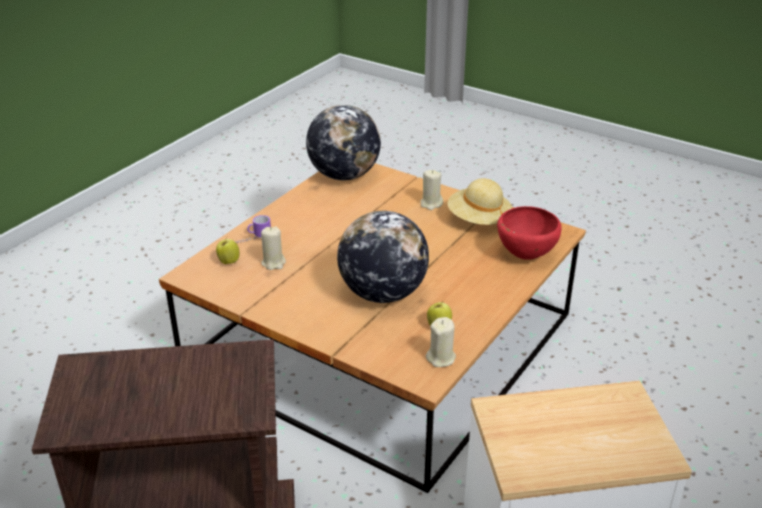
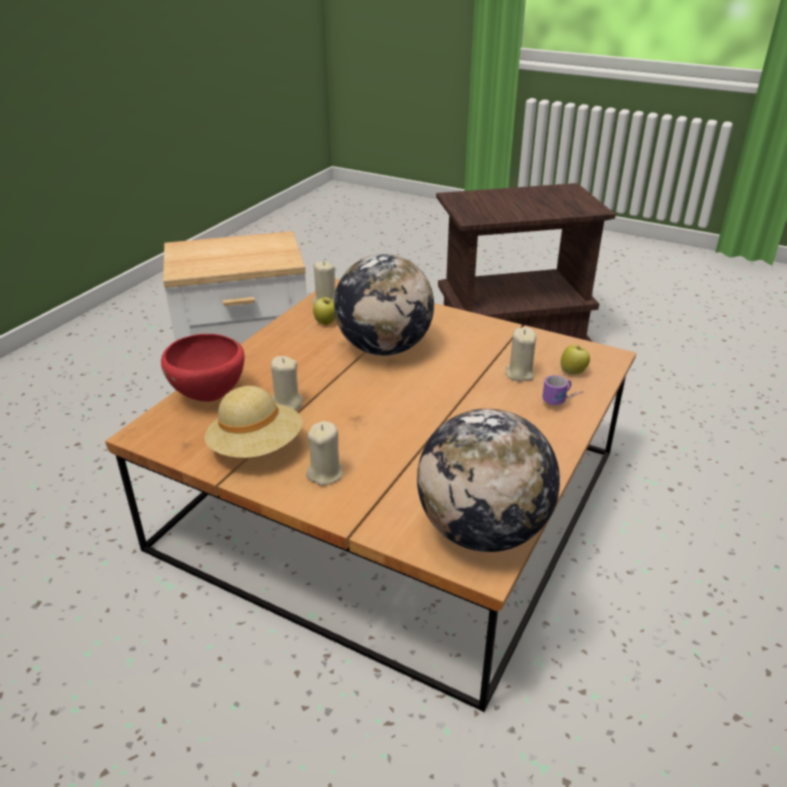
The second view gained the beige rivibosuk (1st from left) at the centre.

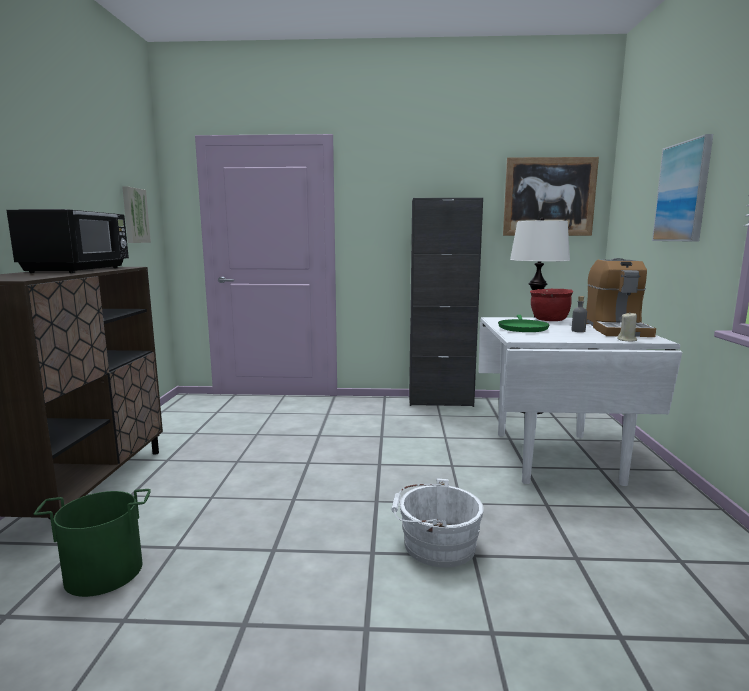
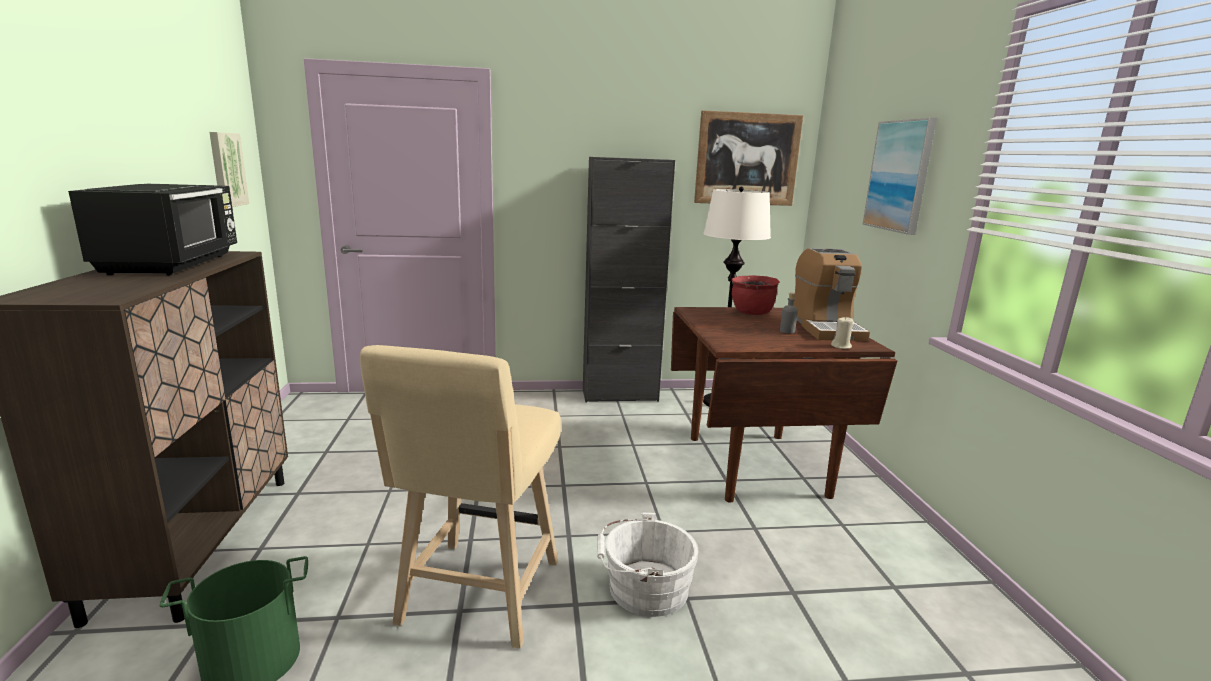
What was the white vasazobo at the middle right turned into the brown vasazobo at the centre. The second view lost the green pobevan at the middle right. The second view gained the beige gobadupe at the bottom centre.

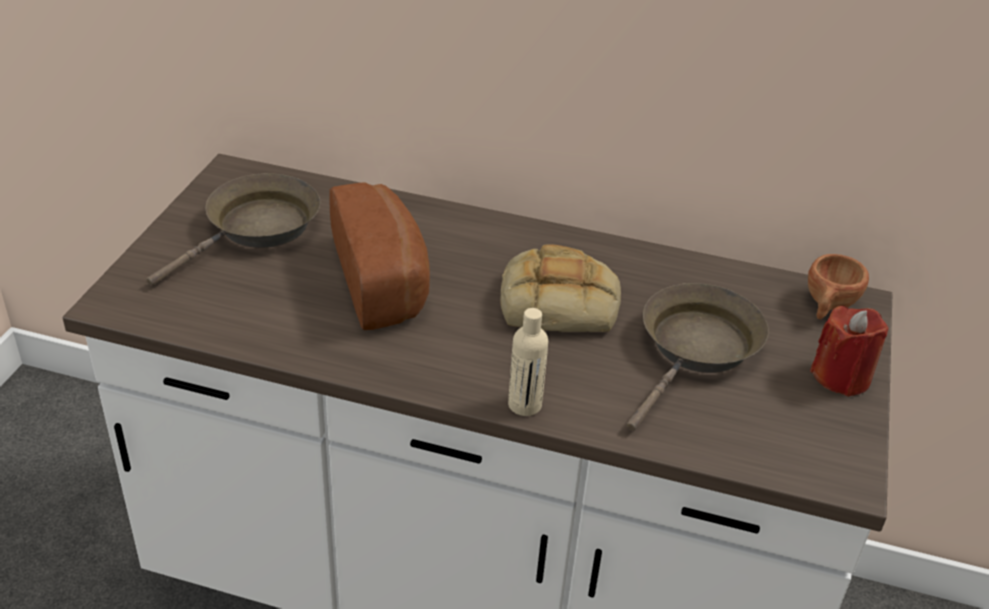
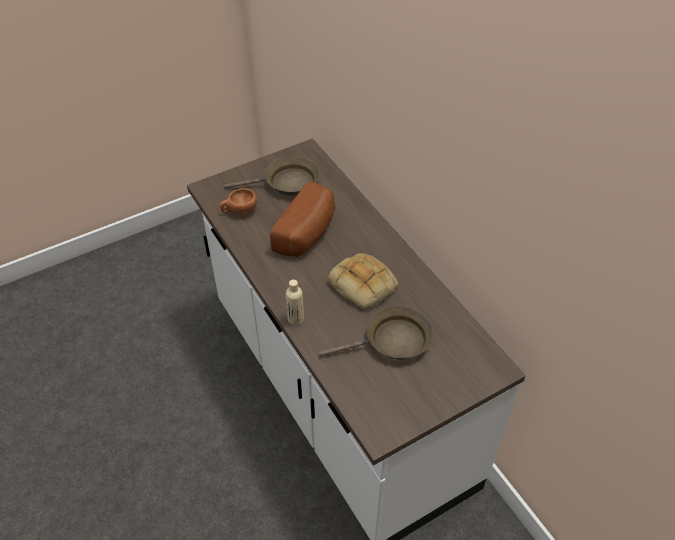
The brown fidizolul ended up elsewhere, having gone from the middle right to the centre. The second view lost the red rivibosuk at the middle right.

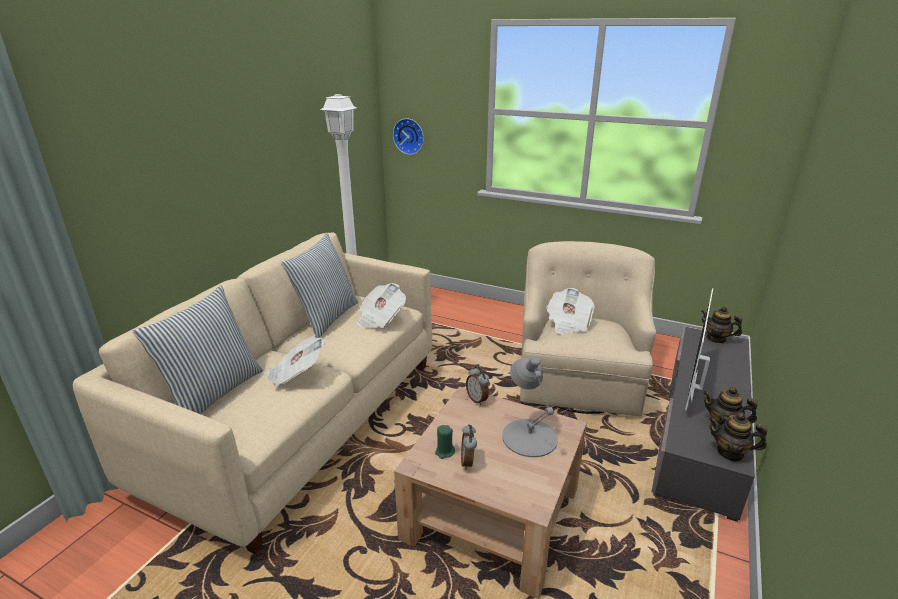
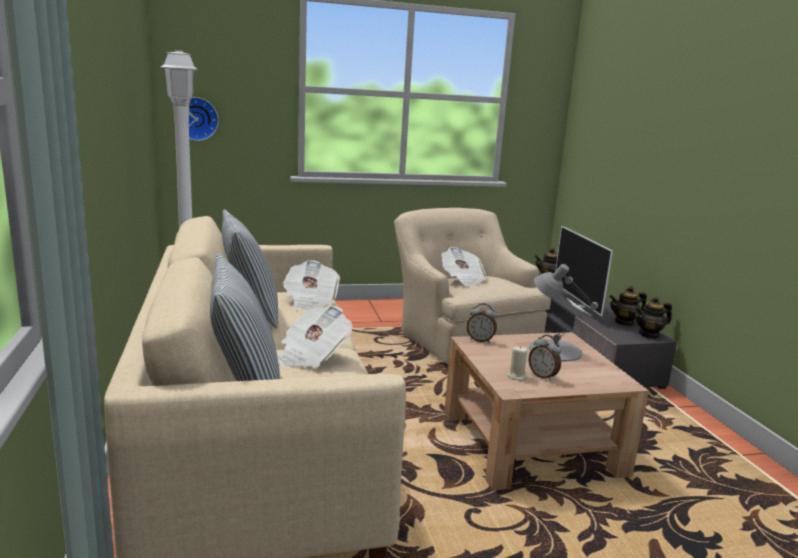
What was the green rivibosuk at the bottom centre turned into the beige rivibosuk at the centre.

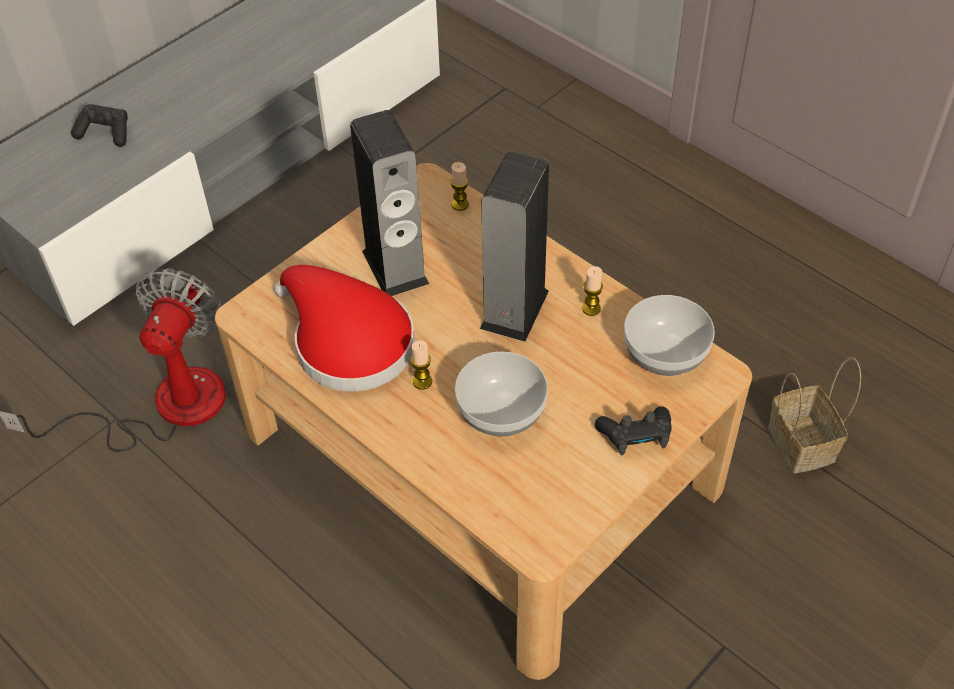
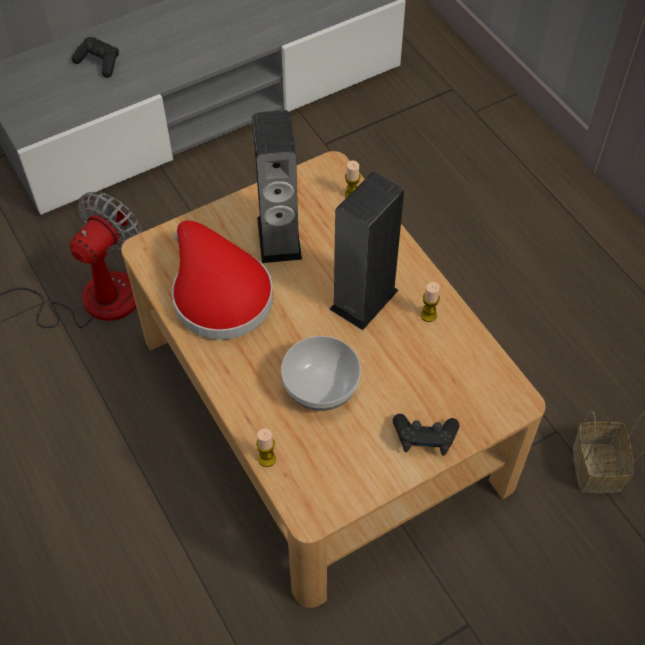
The rivibosuk (1st from left) ended up elsewhere, having gone from the centre to the bottom centre. The second view lost the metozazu (2nd from left) at the middle right.

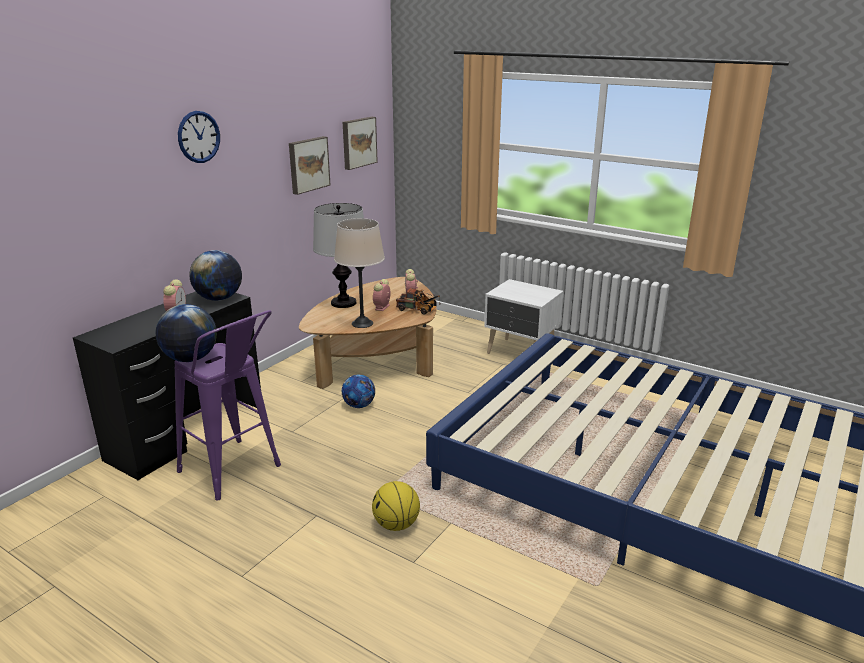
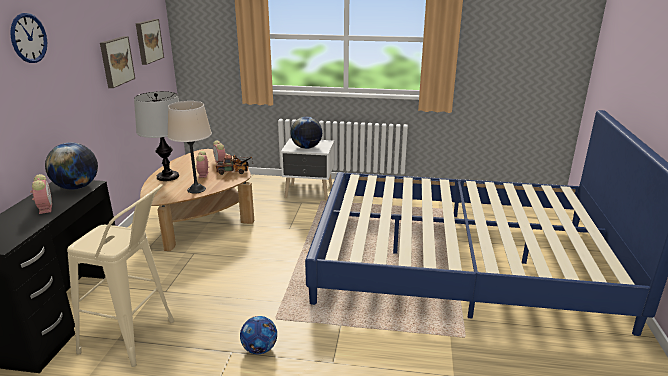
The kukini (1st from left in the first image) ended up elsewhere, having gone from the middle left to the centre. What was the purple gobadupe at the middle left turned into the beige gobadupe at the bottom left. The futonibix ended up elsewhere, having gone from the centre to the bottom centre. The second view lost the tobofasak at the bottom centre.

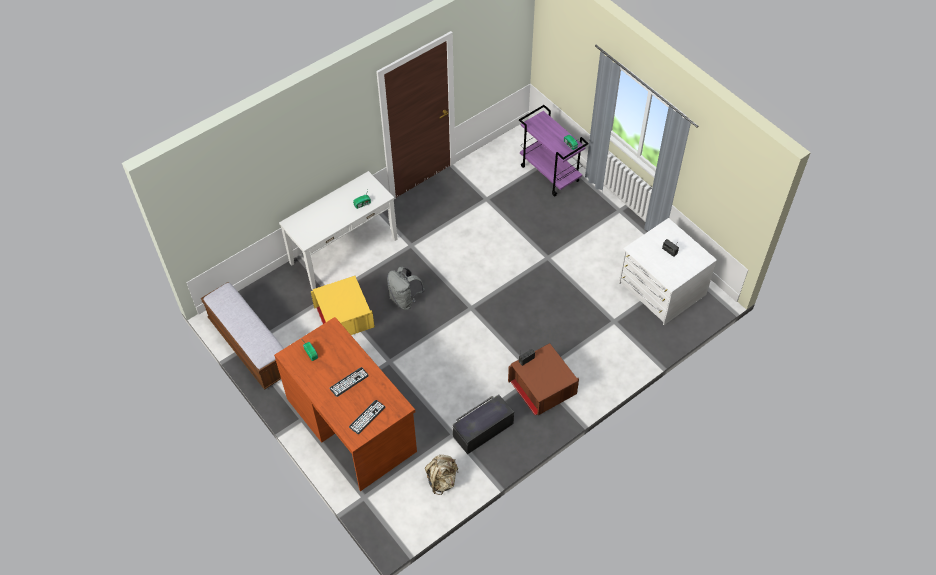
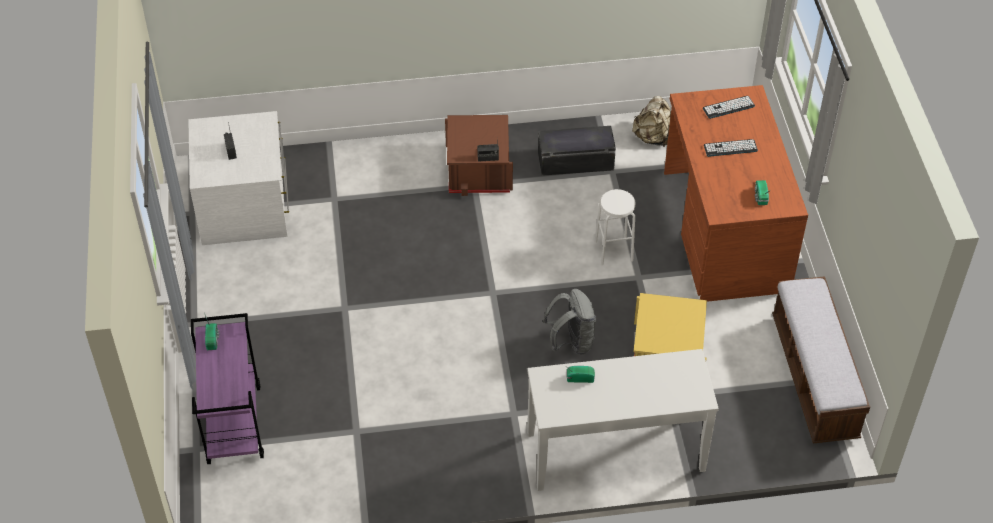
The second view gained the white gobadupe at the centre.

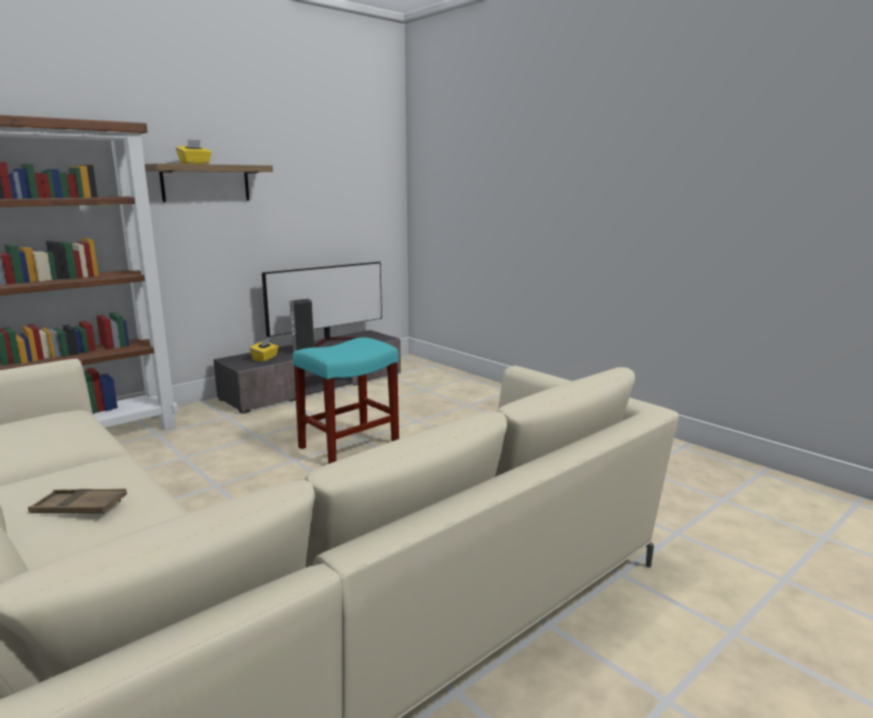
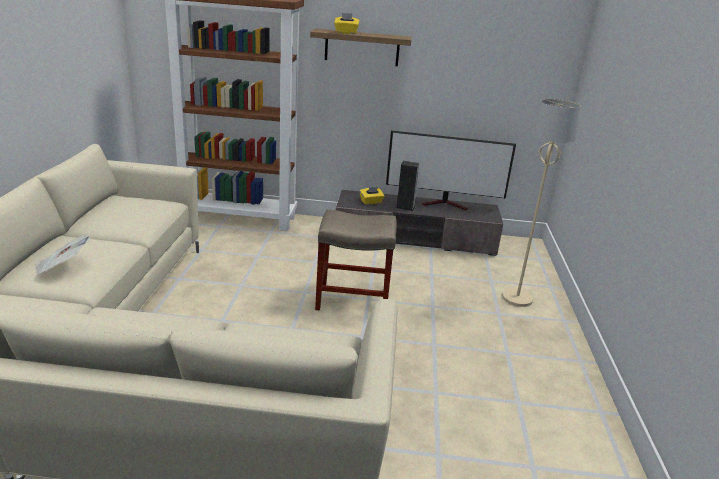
Where the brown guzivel stood at the bottom left, the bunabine came to stand at the middle left. What was the turquoise gobadupe at the centre turned into the beige gobadupe at the centre. The second view gained the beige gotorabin at the middle right.

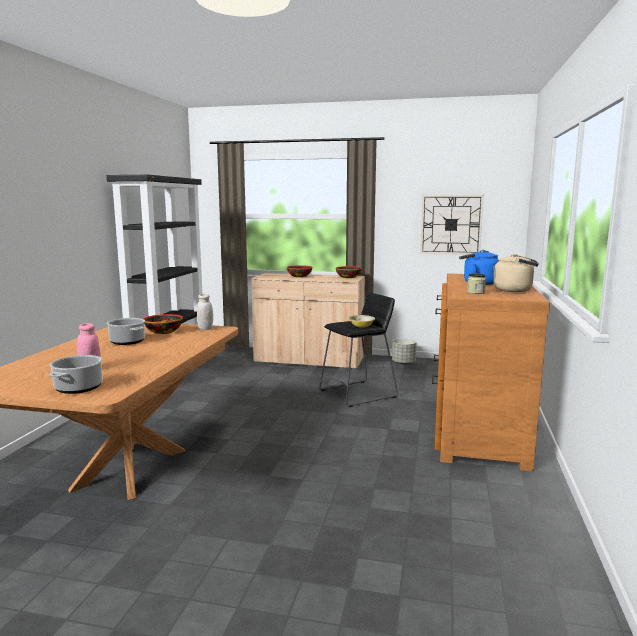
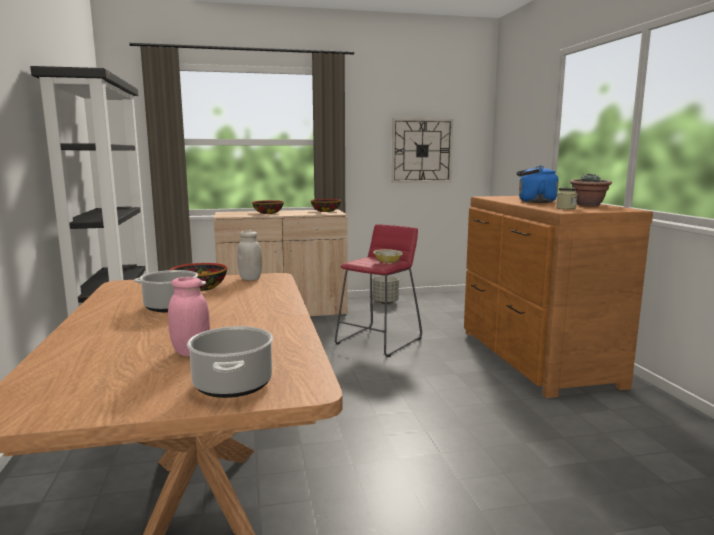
What was the black gobadupe at the centre turned into the red gobadupe at the centre. Where the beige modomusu stood at the middle right, the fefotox came to stand at the middle right.

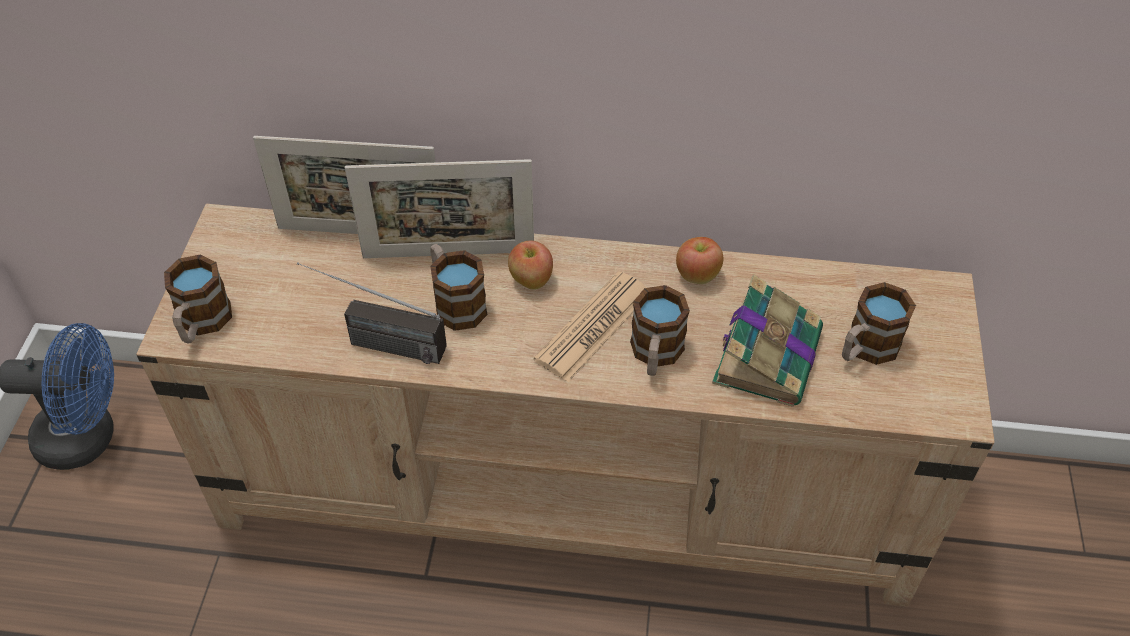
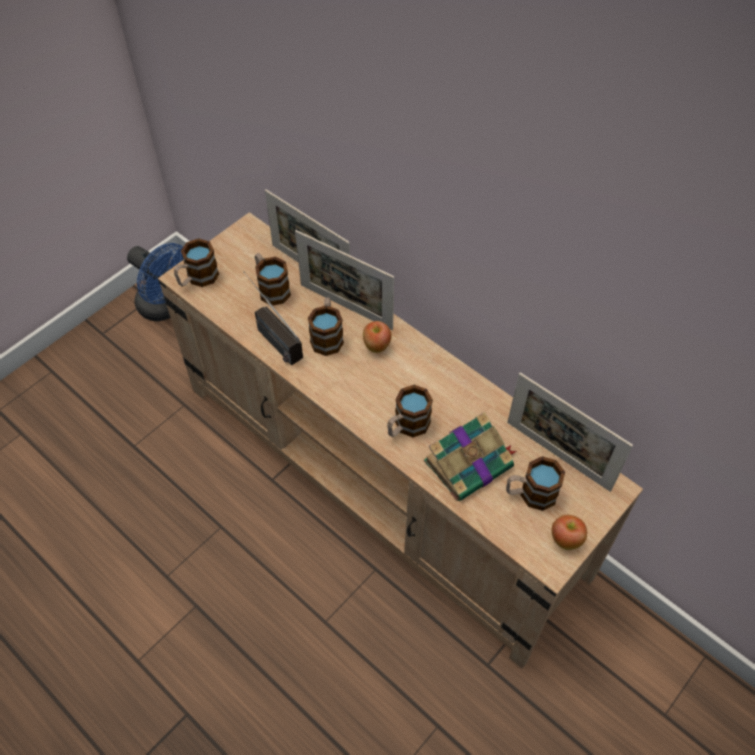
The second view lost the bunabine at the centre. The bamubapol (2nd from left) ended up elsewhere, having gone from the centre to the bottom right. The second view gained the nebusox (2nd from left) at the centre. The second view gained the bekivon (3rd from left) at the middle right.

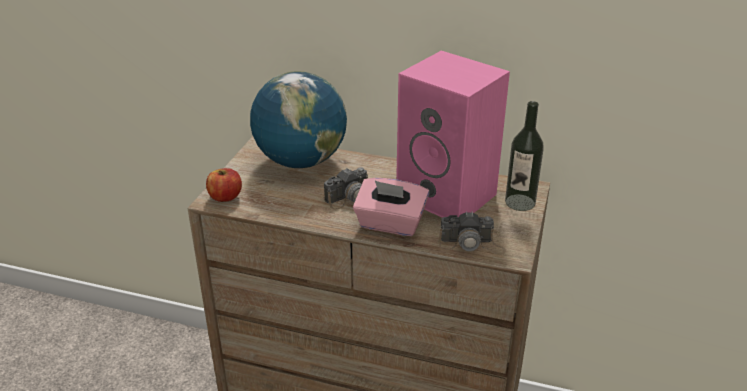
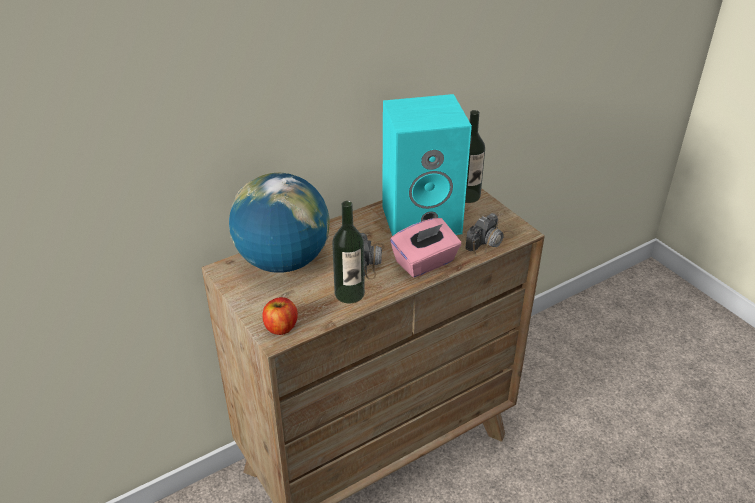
What was the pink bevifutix at the centre turned into the turquoise bevifutix at the top centre. The second view gained the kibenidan (1st from left) at the centre.

